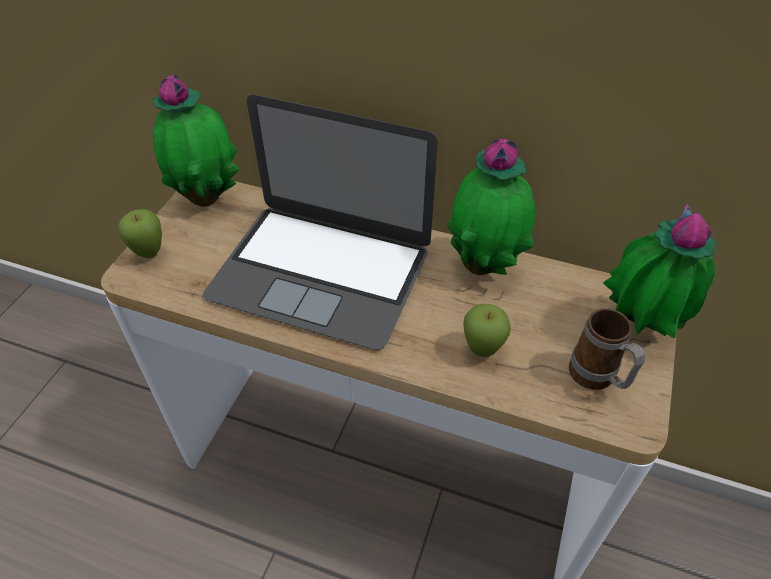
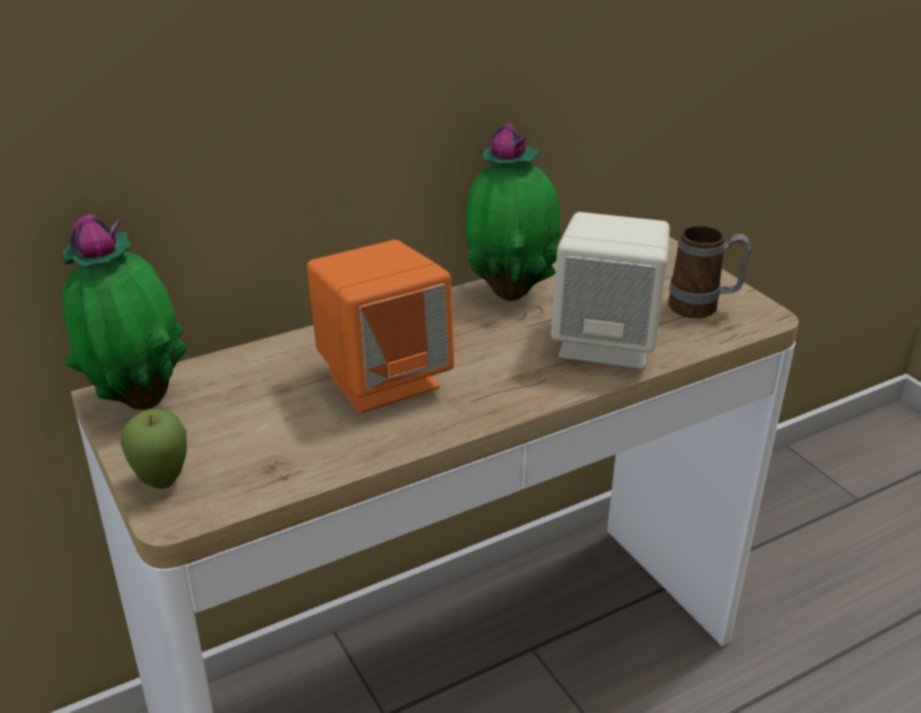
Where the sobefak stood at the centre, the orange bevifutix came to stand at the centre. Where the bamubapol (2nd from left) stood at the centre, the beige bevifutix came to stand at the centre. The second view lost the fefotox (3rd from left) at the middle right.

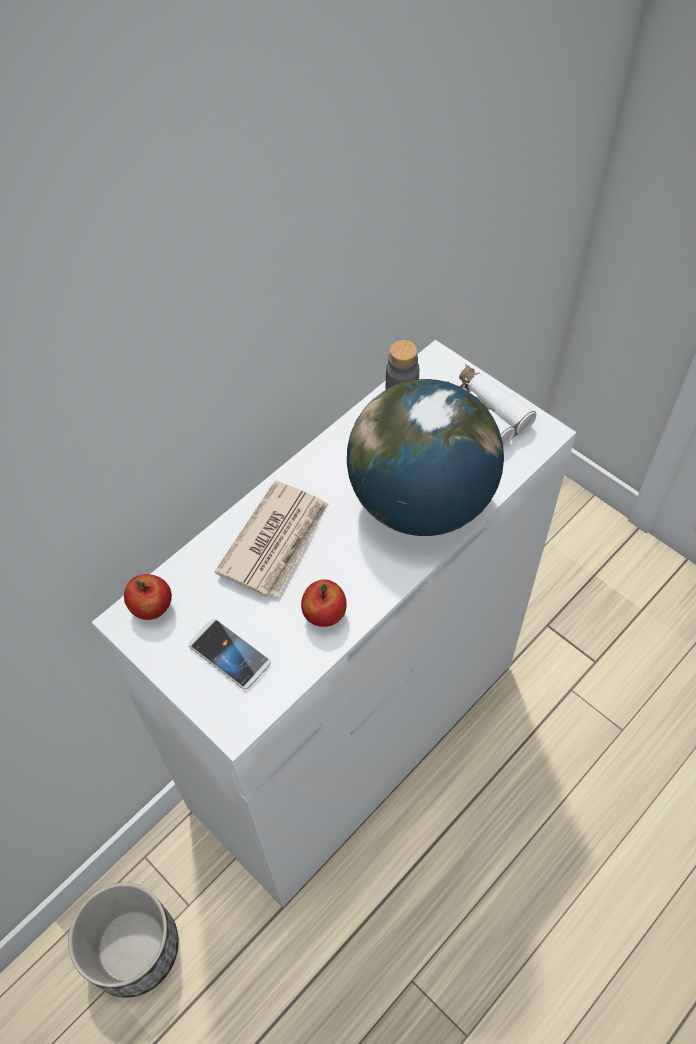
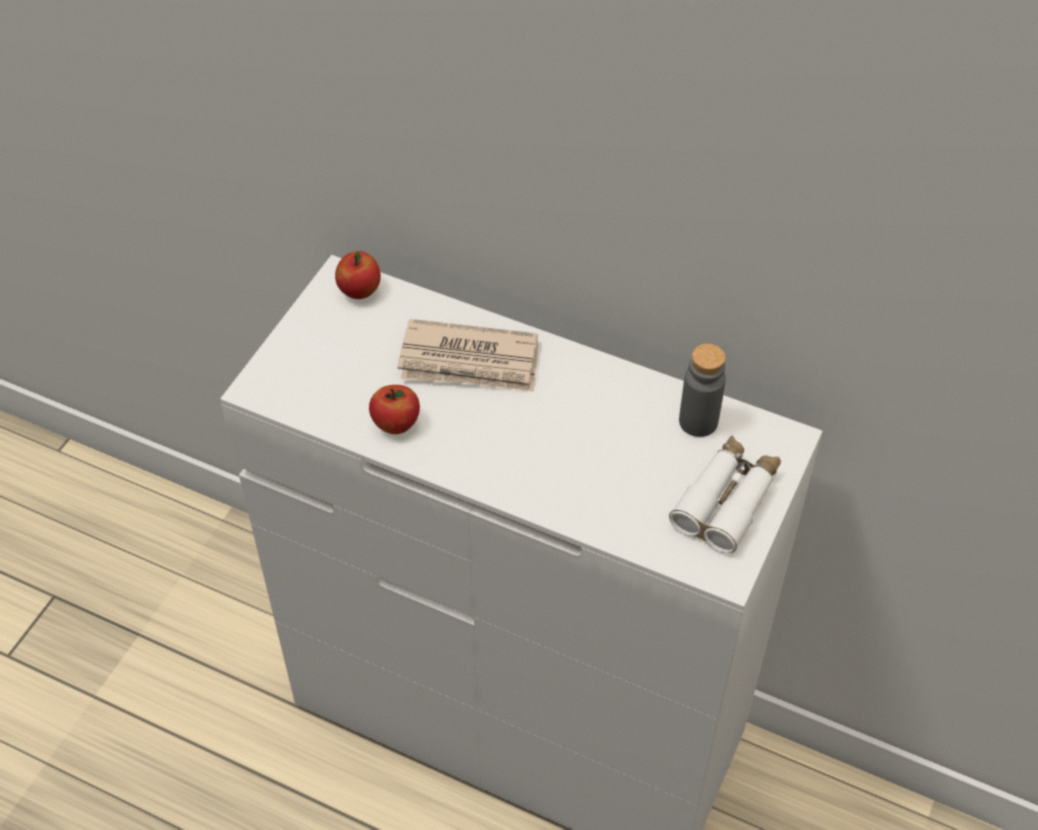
The second view lost the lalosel at the bottom left. The second view lost the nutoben at the middle left. The second view lost the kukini at the centre.

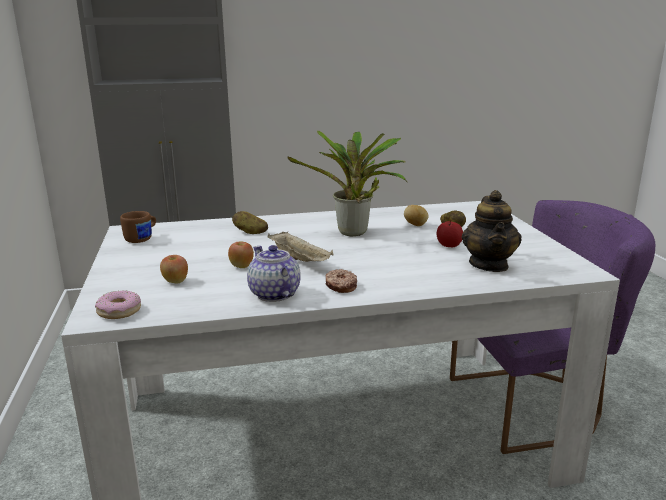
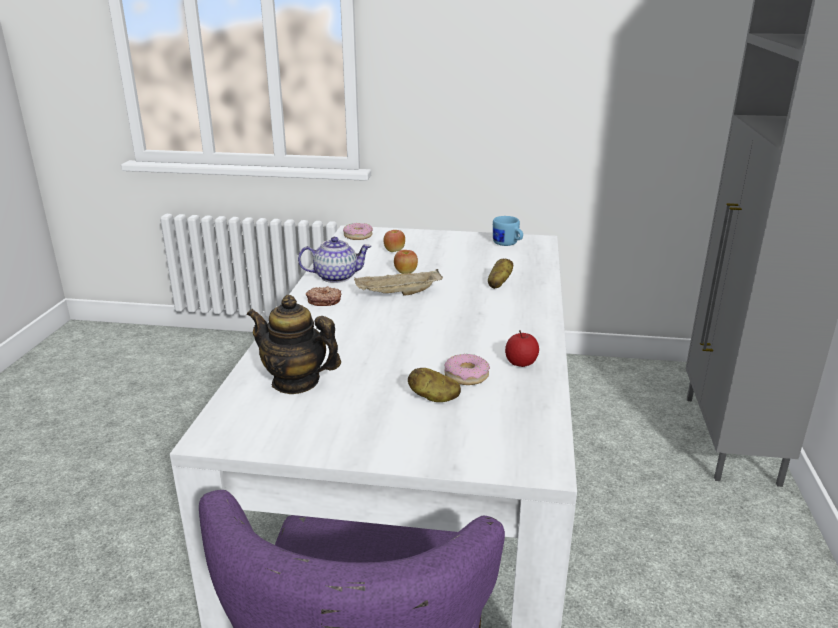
What was the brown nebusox at the middle left turned into the blue nebusox at the centre. The second view lost the fefotox at the centre. Where the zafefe (2nd from left) stood at the centre, the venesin (3rd from left) came to stand at the centre. The bamubapol (3rd from left) ended up elsewhere, having gone from the middle right to the centre.

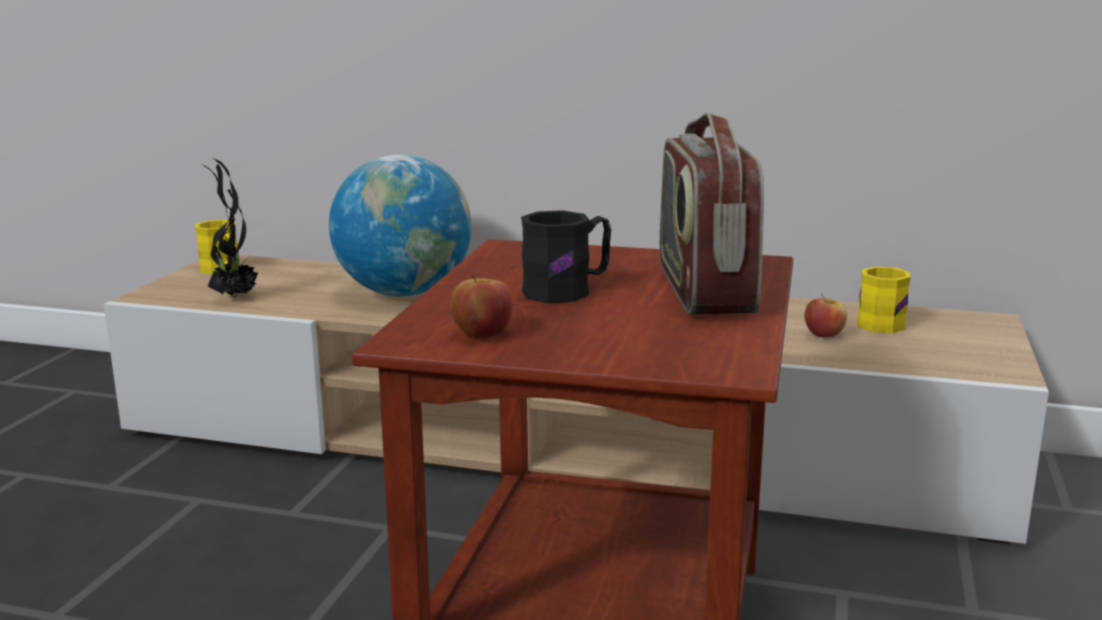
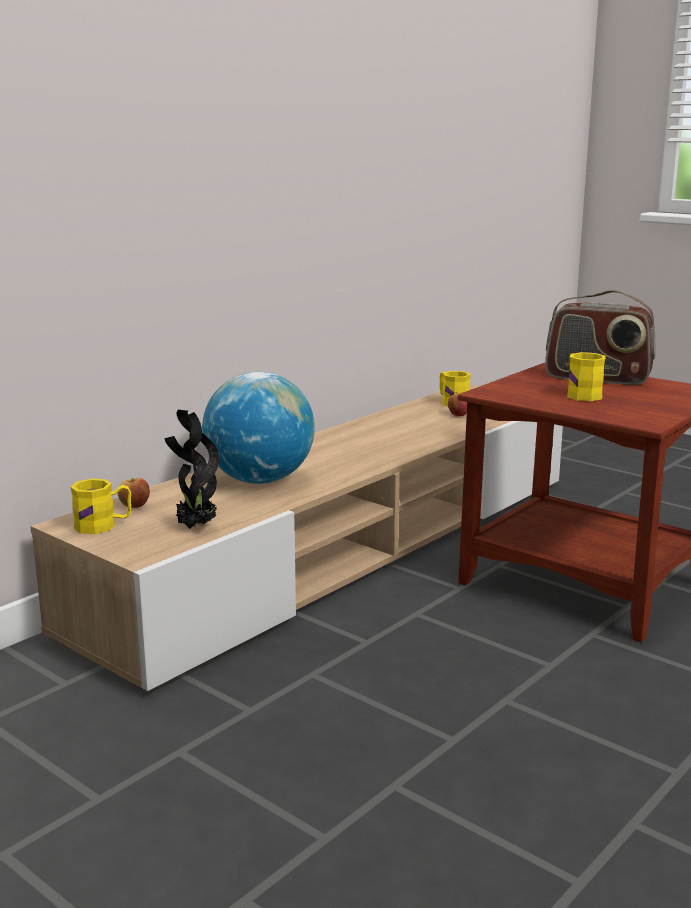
The bamubapol (1st from left) ended up elsewhere, having gone from the centre to the middle left. What was the black nebusox at the centre turned into the yellow nebusox (3rd from left) at the middle right.

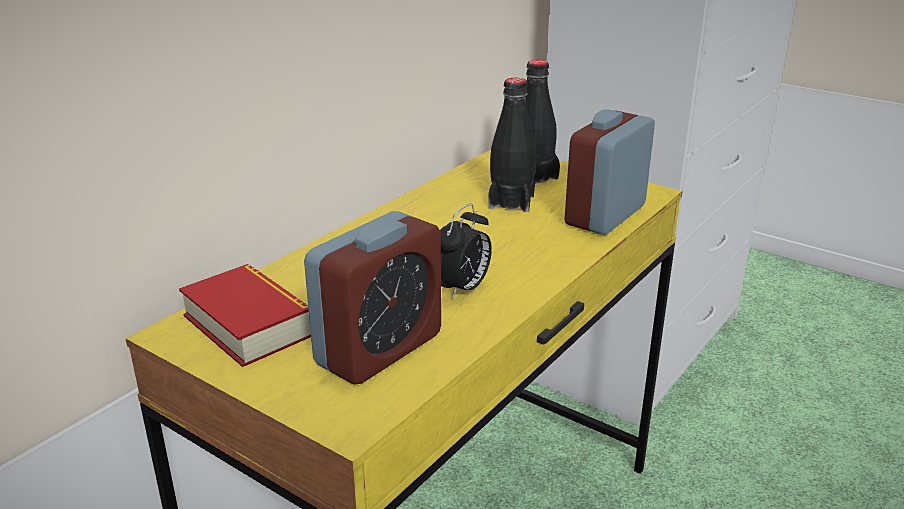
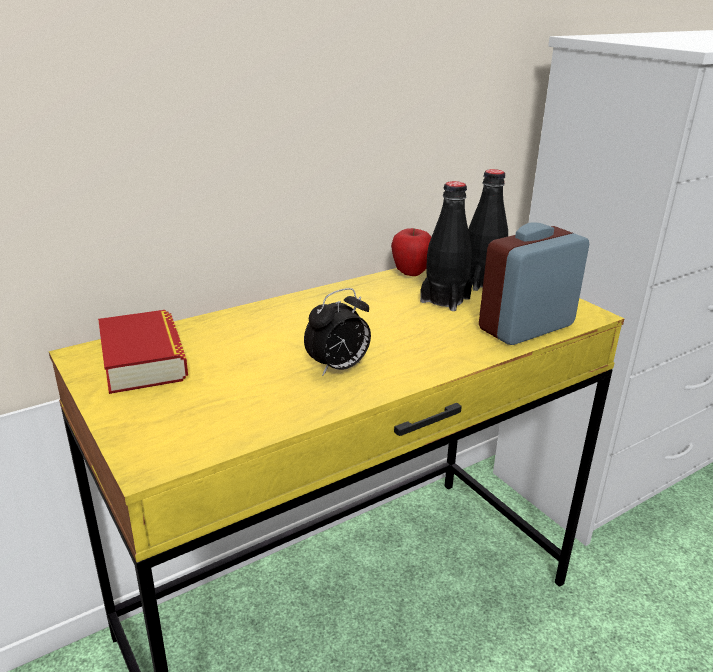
The second view lost the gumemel (1st from left) at the centre. The second view gained the bamubapol at the centre.

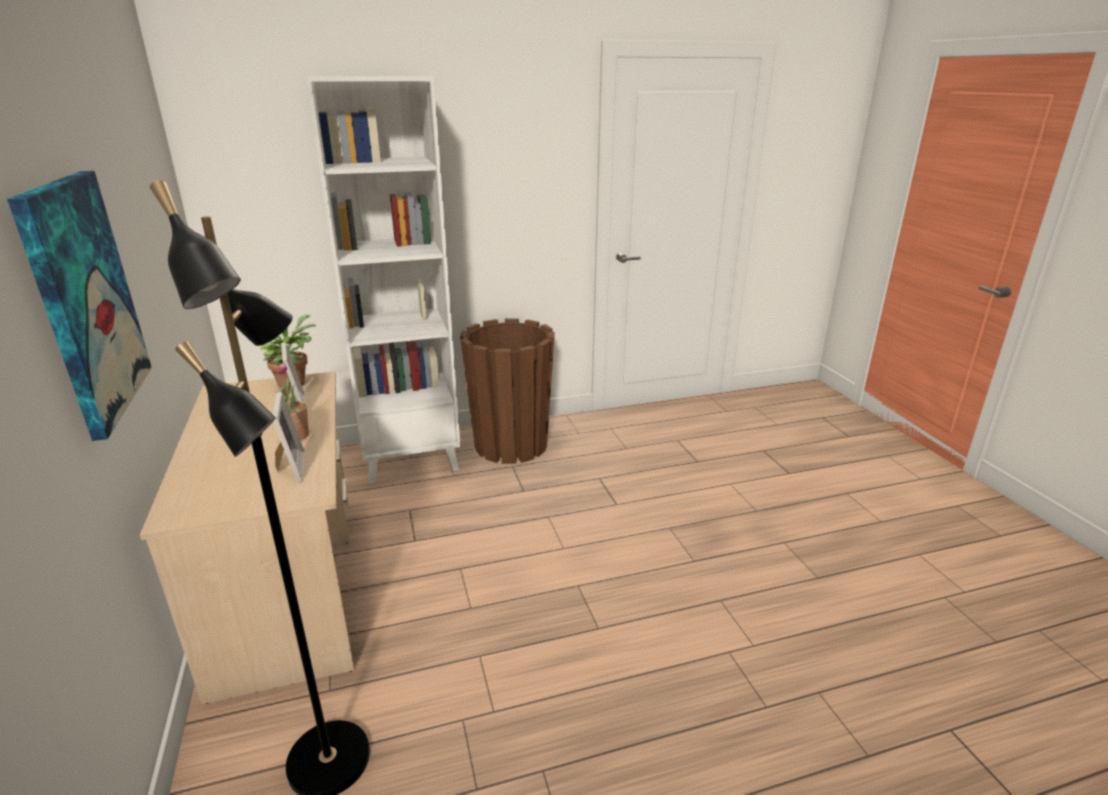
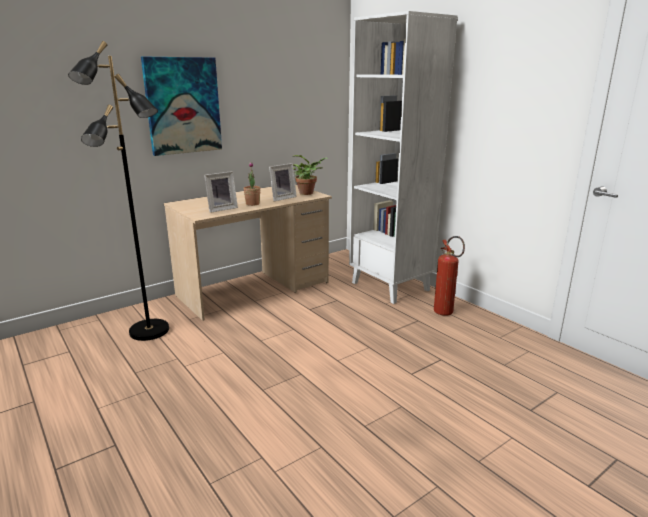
Where the brown lalosel stood at the centre, the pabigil came to stand at the middle right.

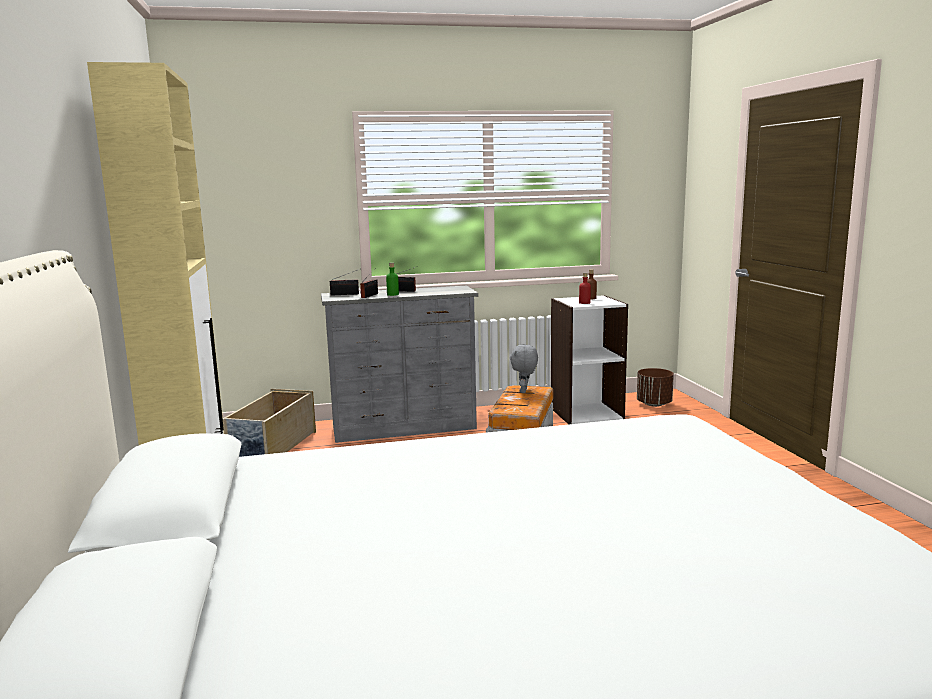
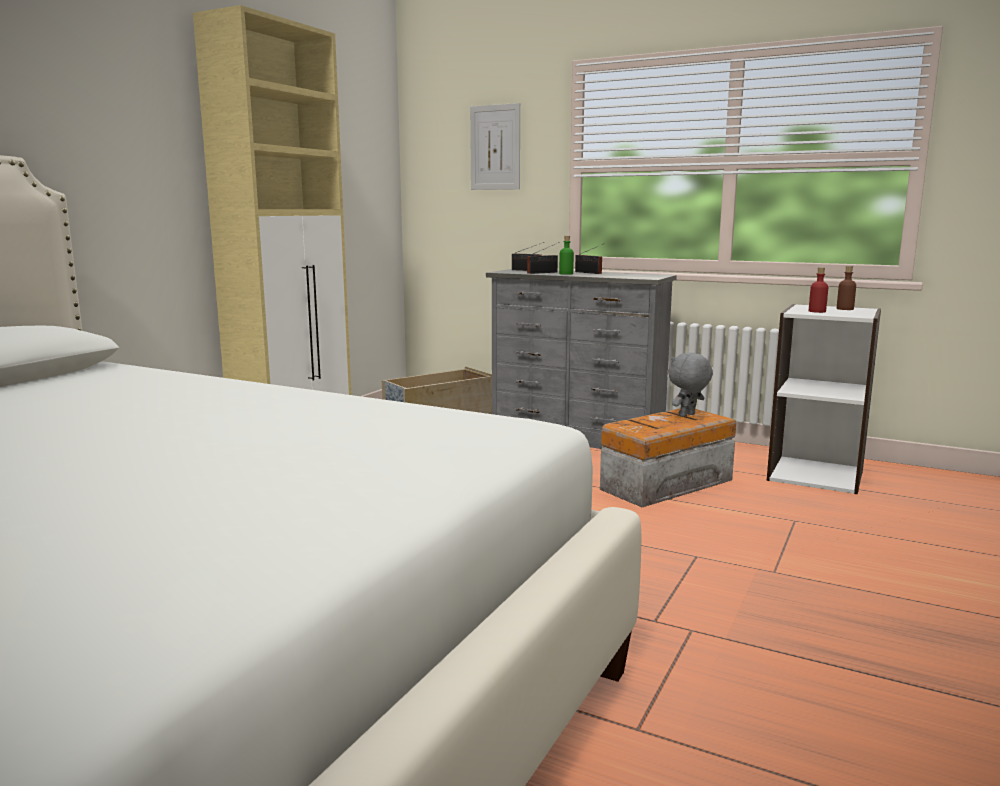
The second view lost the brown lalosel at the middle right. The second view gained the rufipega at the top centre.

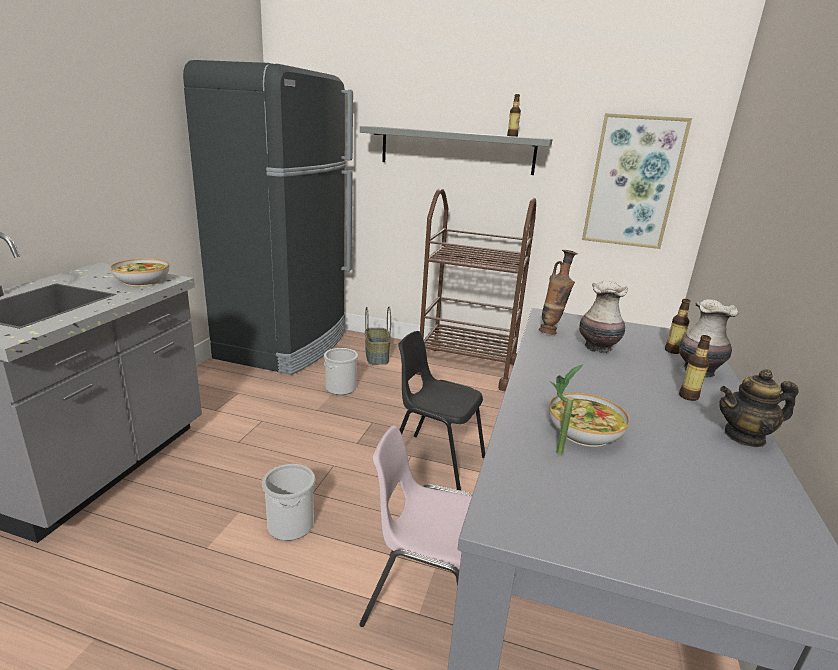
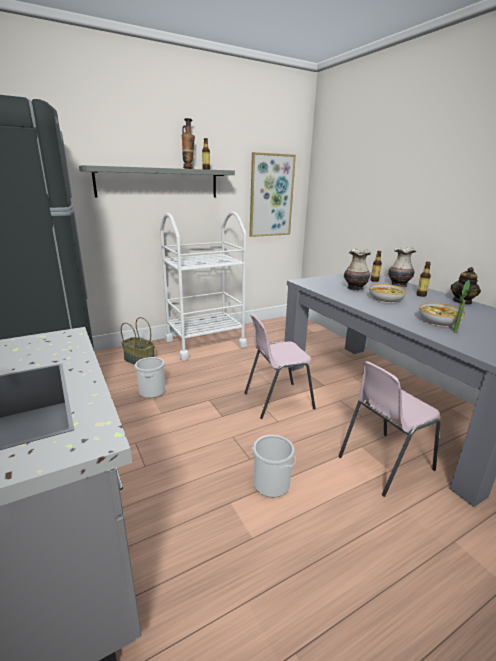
The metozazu (1st from left) ended up elsewhere, having gone from the middle left to the middle right. What was the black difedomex at the centre turned into the pink difedomex (1st from left) at the centre. What was the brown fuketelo at the centre turned into the white fuketelo at the centre. The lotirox (1st from left) ended up elsewhere, having gone from the centre to the top centre.

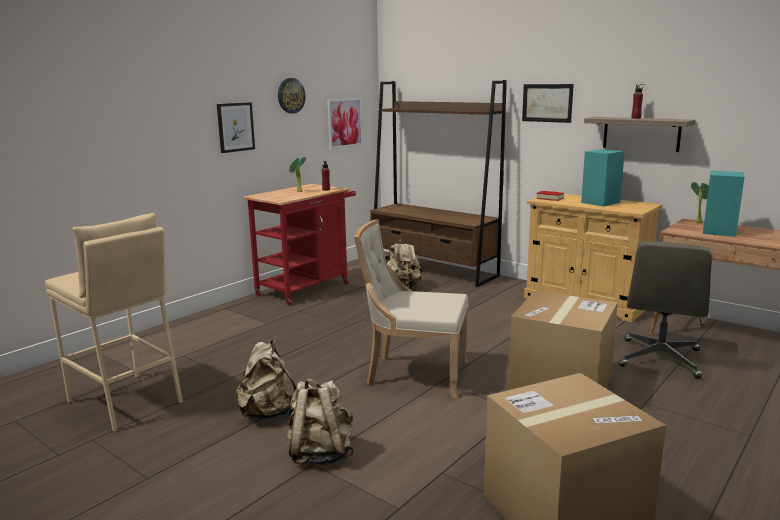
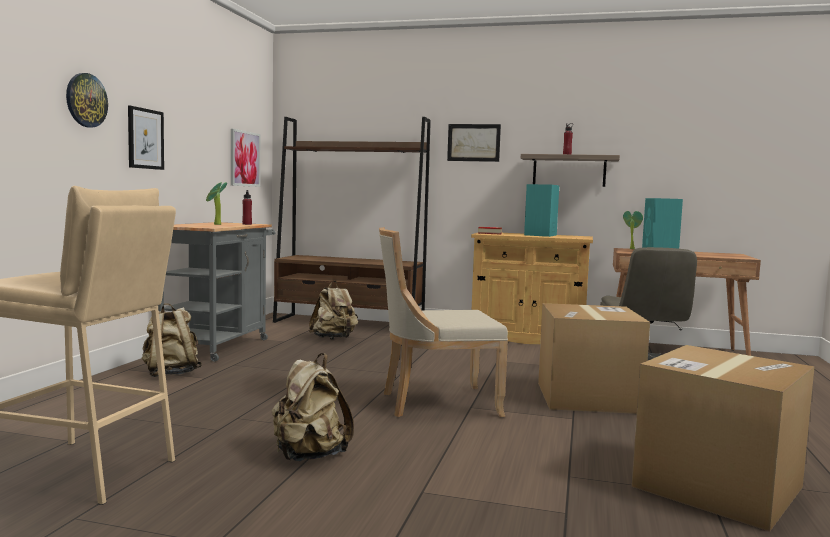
What was the red fuketelo at the centre turned into the grey fuketelo at the middle left. The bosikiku ended up elsewhere, having gone from the top centre to the top left. The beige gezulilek (2nd from left in the first image) ended up elsewhere, having gone from the bottom centre to the middle left.

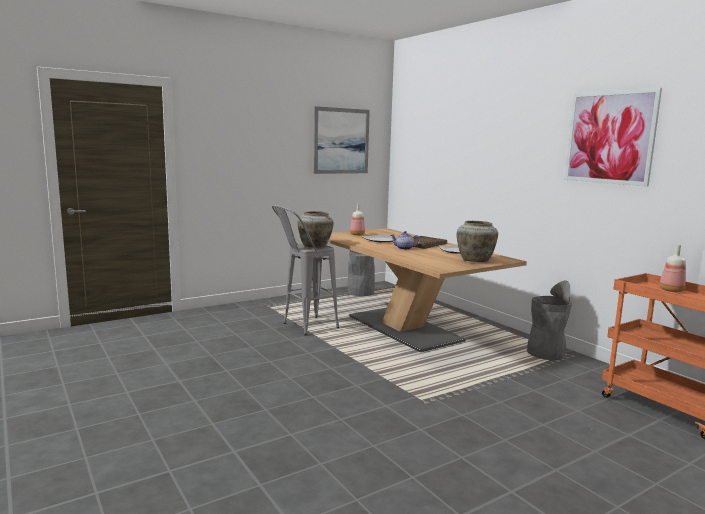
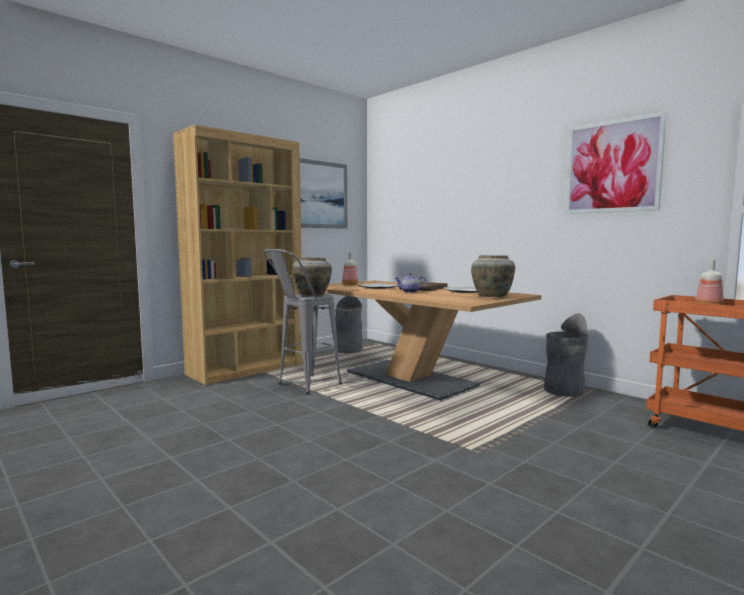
The second view gained the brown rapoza at the middle left.

